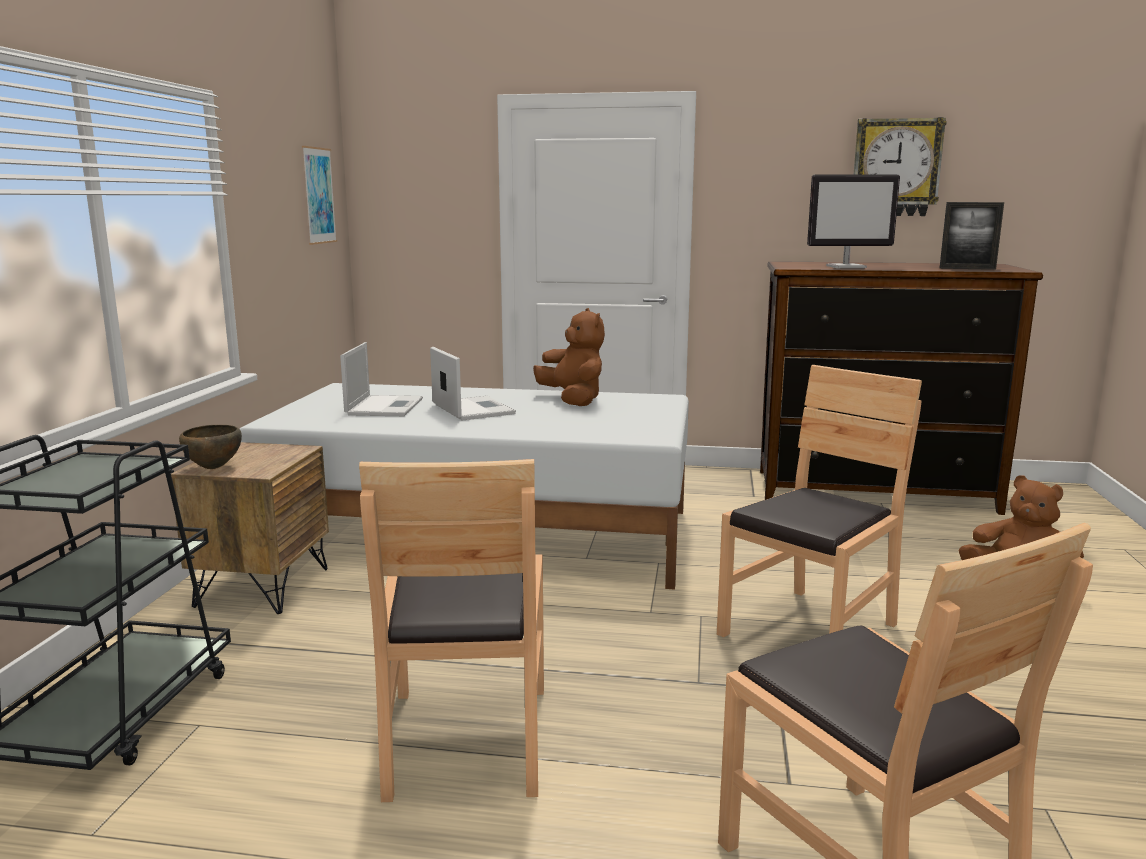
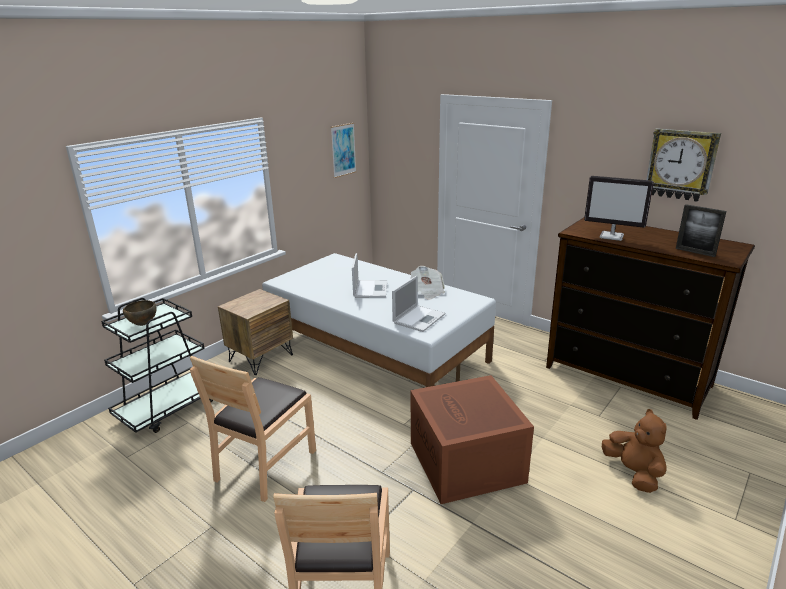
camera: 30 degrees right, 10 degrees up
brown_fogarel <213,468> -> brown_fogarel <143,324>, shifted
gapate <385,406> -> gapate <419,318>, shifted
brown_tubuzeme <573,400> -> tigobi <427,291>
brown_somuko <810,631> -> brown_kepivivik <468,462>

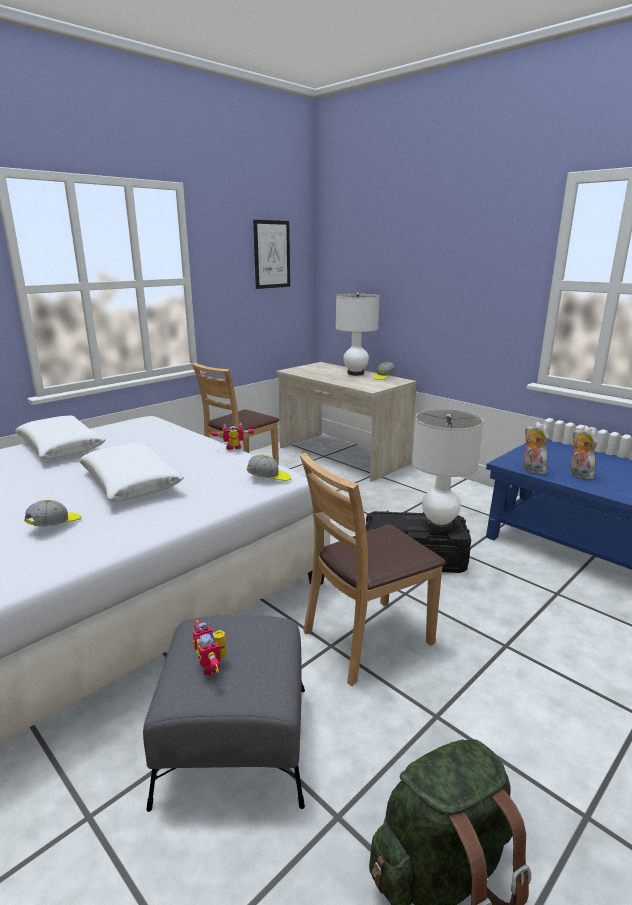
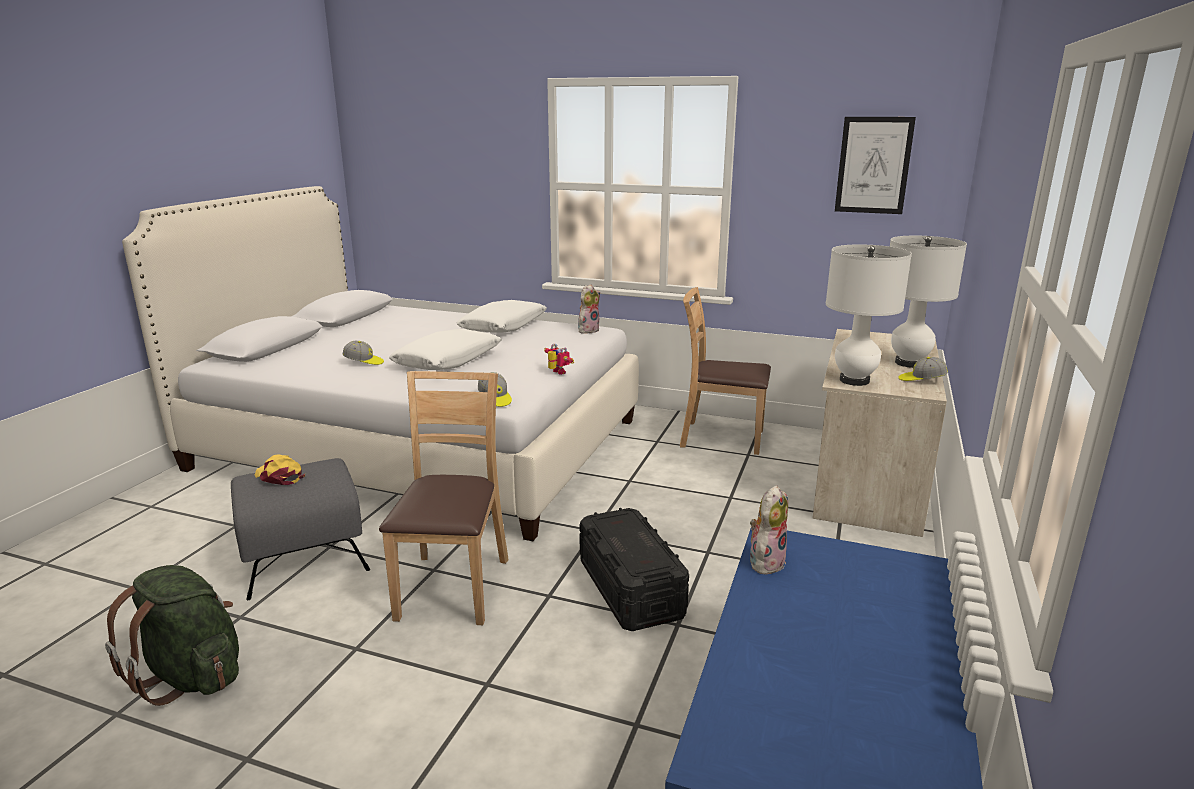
camera: 65 degrees right, 0 degrees up
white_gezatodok <439,524> -> white_gezatodok <854,380>, shifted
tubuzeme <578,475> -> tubuzeme <588,330>, shifted
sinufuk <213,665> -> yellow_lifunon <279,476>
brown_somuko <367,639> -> brown_somuko <453,587>, 60 degrees clockwise

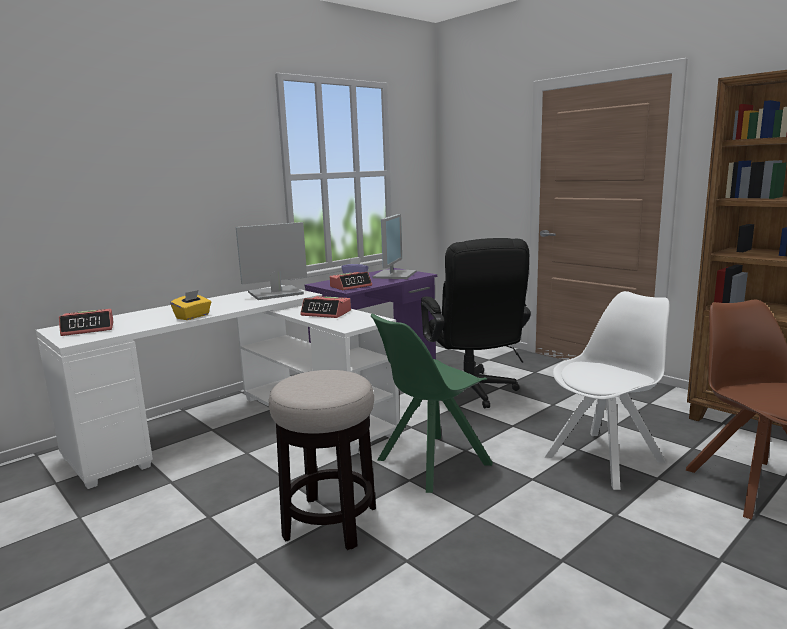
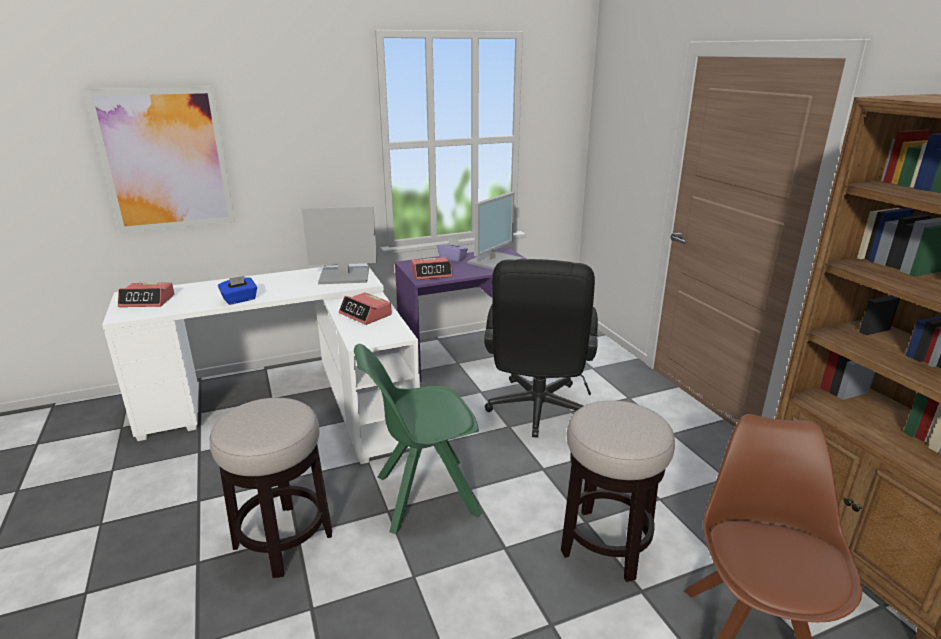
camera: 20 degrees right, 10 degrees up
none -> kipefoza <165,160>
white_somuko <606,458> -> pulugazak <606,544>
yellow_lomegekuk <193,316> -> blue_lomegekuk <240,300>

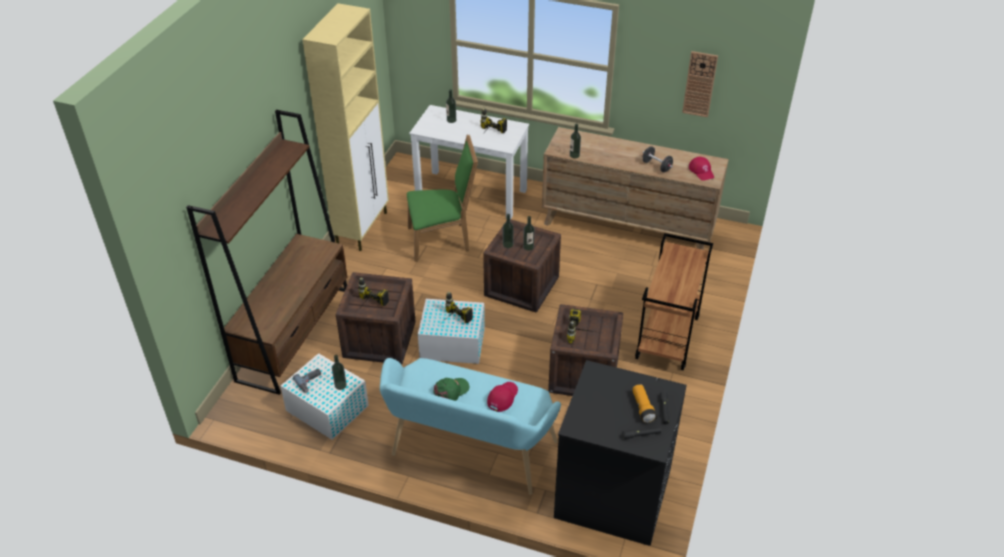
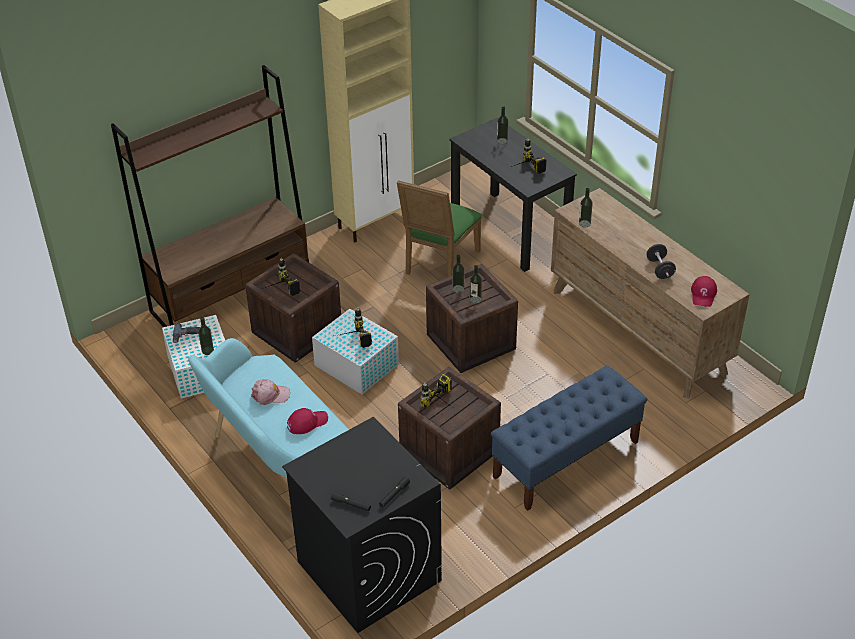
camera: 35 degrees right, 0 degrees up
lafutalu <643,408> -> none
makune <699,84> -> none
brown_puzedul <667,339> -> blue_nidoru <565,460>
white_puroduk <471,194> -> black_puroduk <509,230>
green_lifunon <451,391> -> pink_lifunon <270,395>
green_somuko <442,240> -> green_somuko <438,264>, 90 degrees clockwise

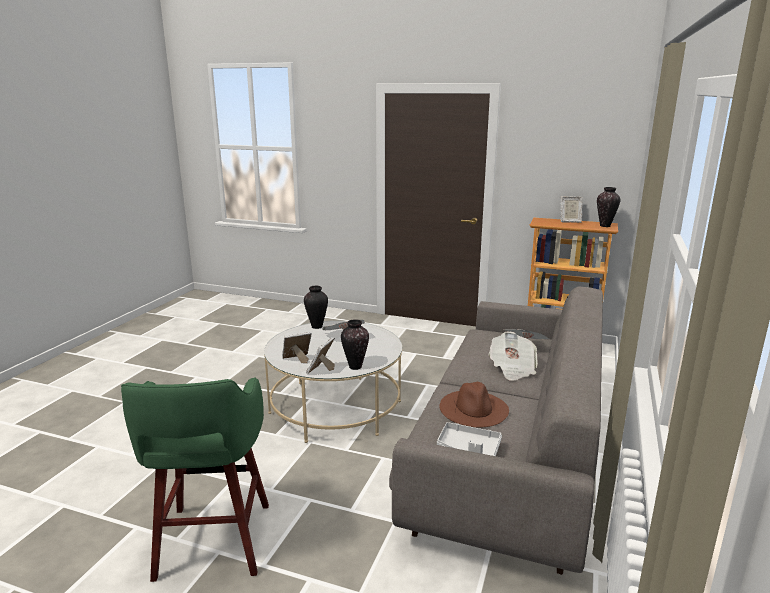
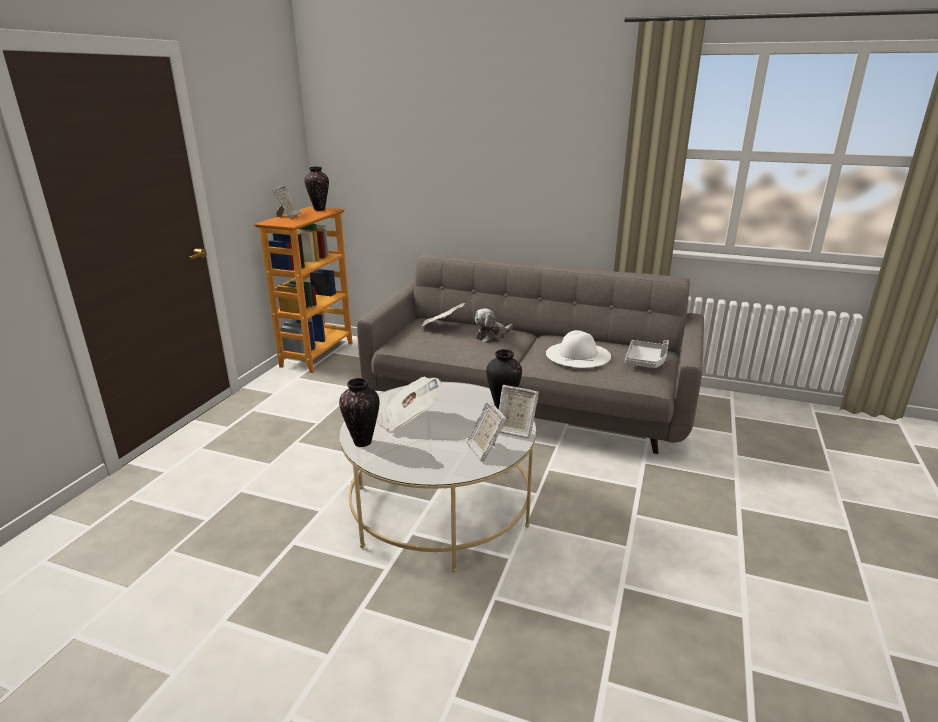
camera: 90 degrees left, 5 degrees up
green_pulugazak <213,544> -> none
tigobi <512,368> -> tubuzeme <492,336>
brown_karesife <474,408> -> white_karesife <578,354>

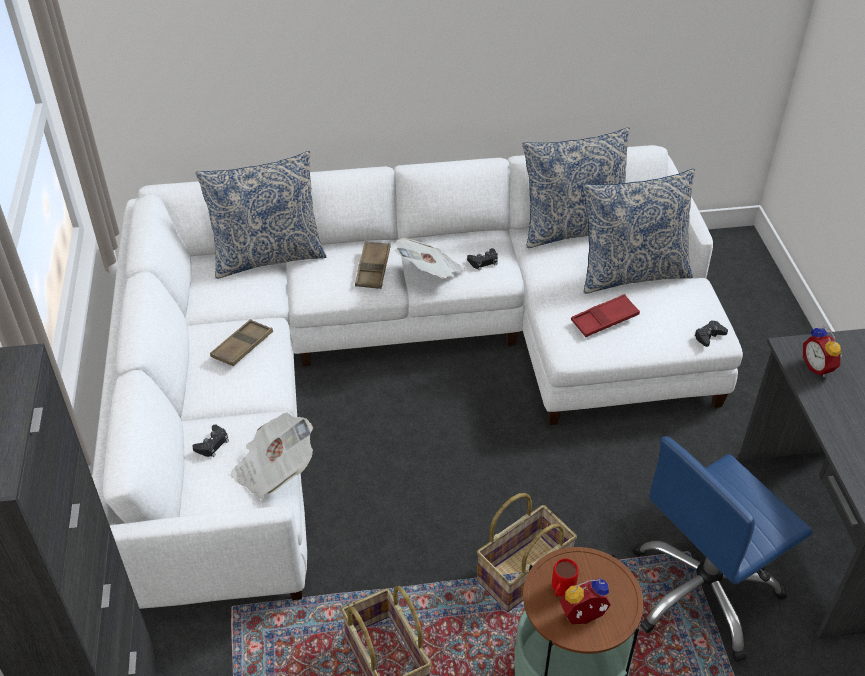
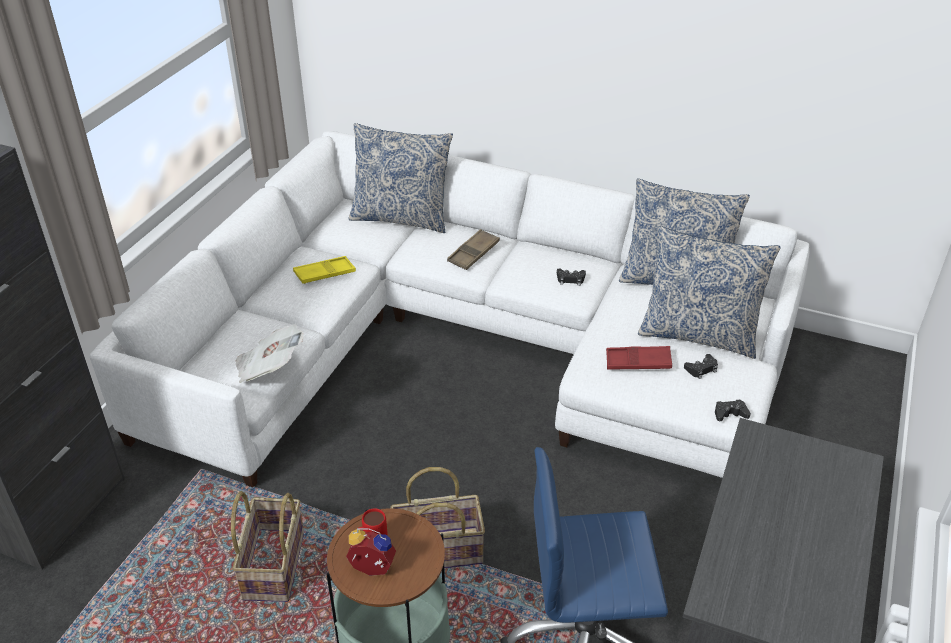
camera: 30 degrees right, 5 degrees down
tigobi <430,273> -> none
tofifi <819,367> -> none
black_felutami <212,444> -> black_felutami <701,369>, shifted
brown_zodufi <242,346> -> yellow_zodufi <325,273>

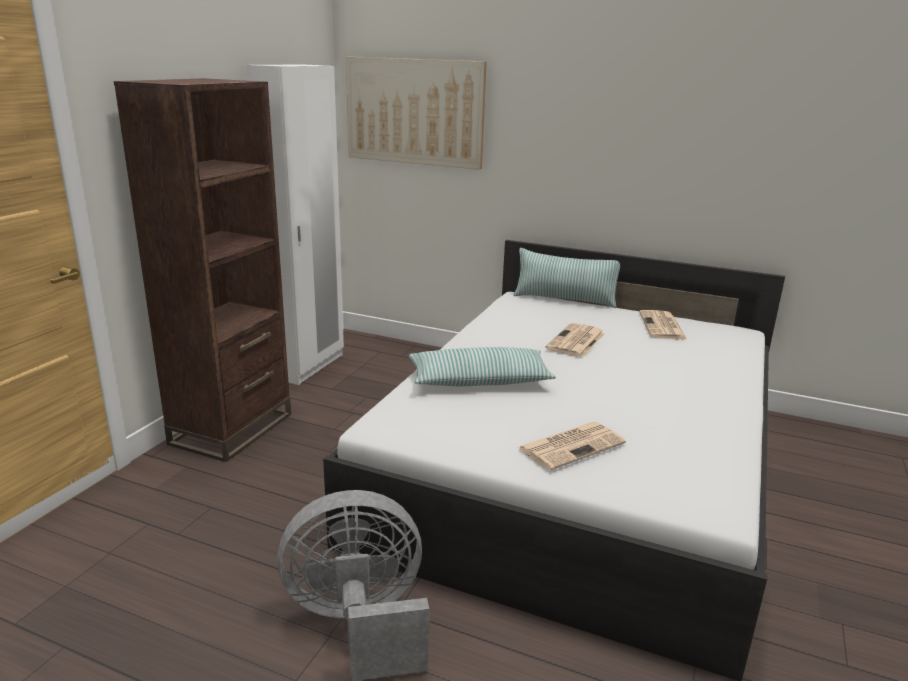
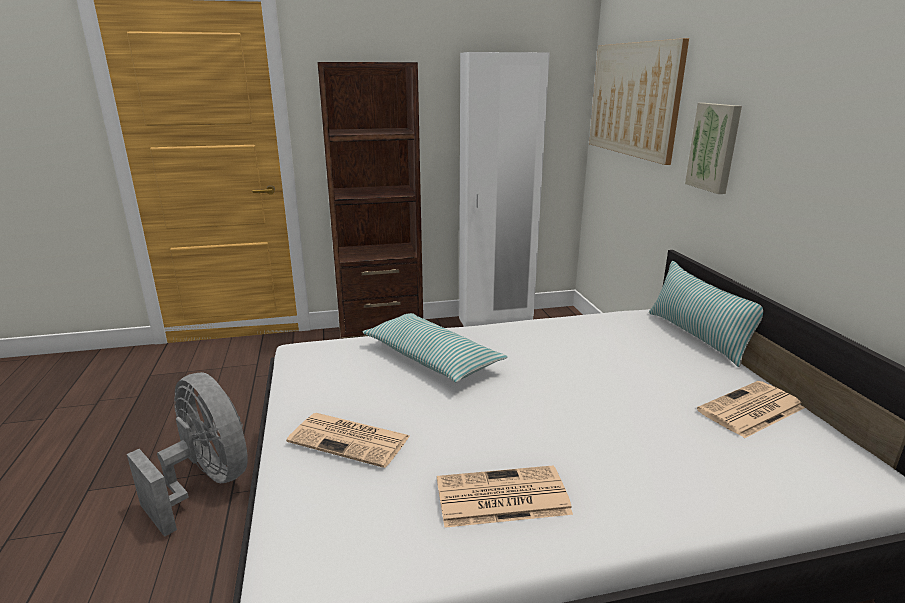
camera: 55 degrees right, 0 degrees up
none -> kipefoza <715,147>
tigobi <576,341> -> tigobi <500,497>, shifted

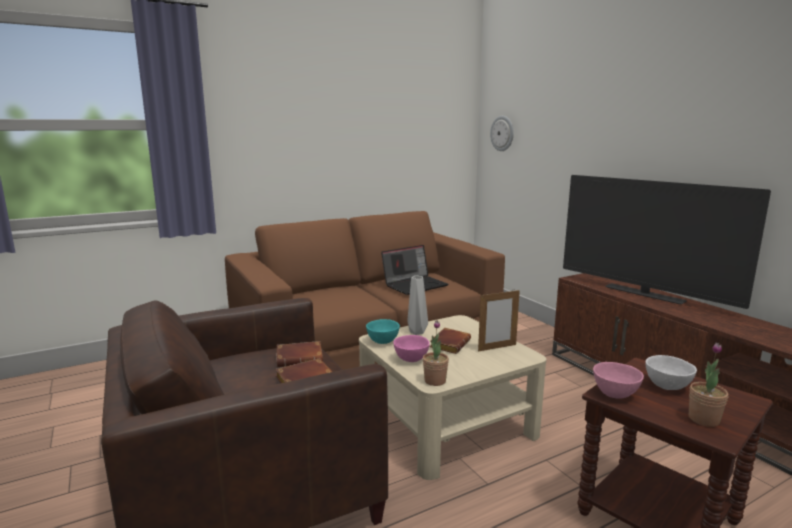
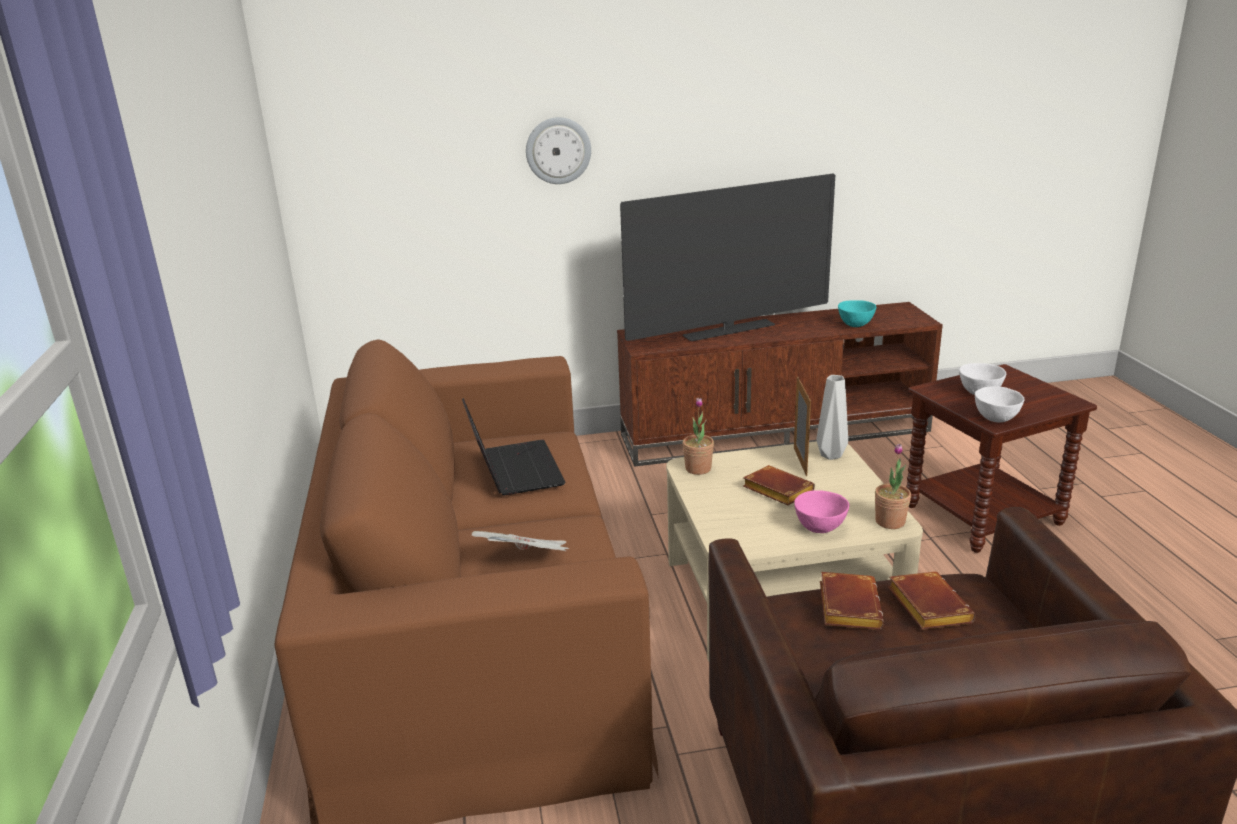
camera: 70 degrees left, 10 degrees up
none -> tigobi <527,562>
turquoise_fogarel <383,342> -> turquoise_fogarel <856,325>, shifted
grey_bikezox <416,332> -> grey_bikezox <831,456>, shifted
makune <502,133> -> makune <558,150>, shifted
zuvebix <703,419> -> zuvebix <698,469>, shifted
pink_fogarel <616,394> -> white_fogarel <996,418>

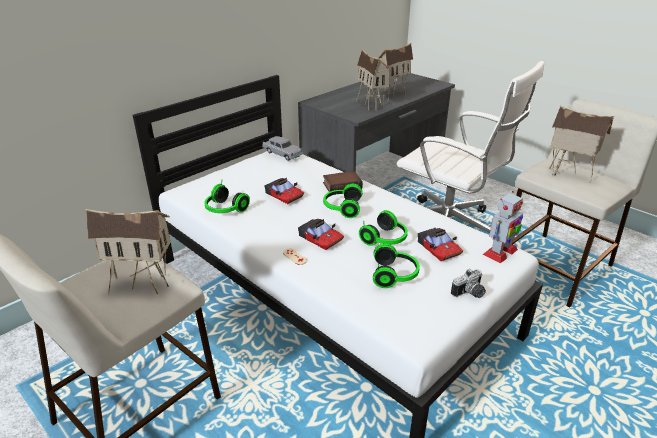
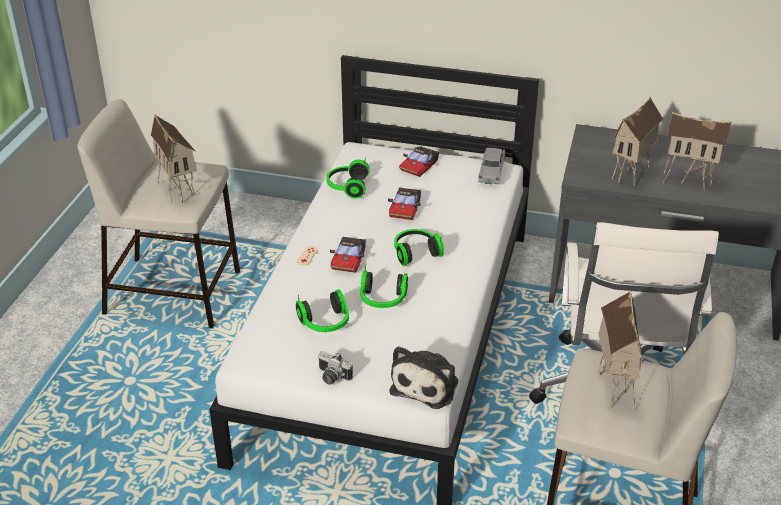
camera: 60 degrees right, 5 degrees up
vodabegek <342,185> -> none
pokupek <438,248> -> pokupek <419,166>, shifted
sinufuk <500,252> -> tubuzeme <427,384>

